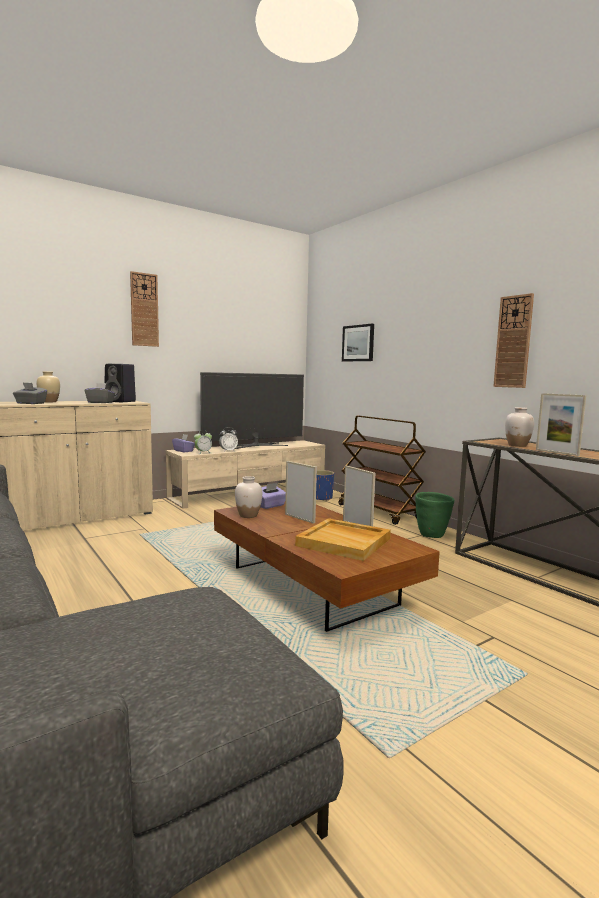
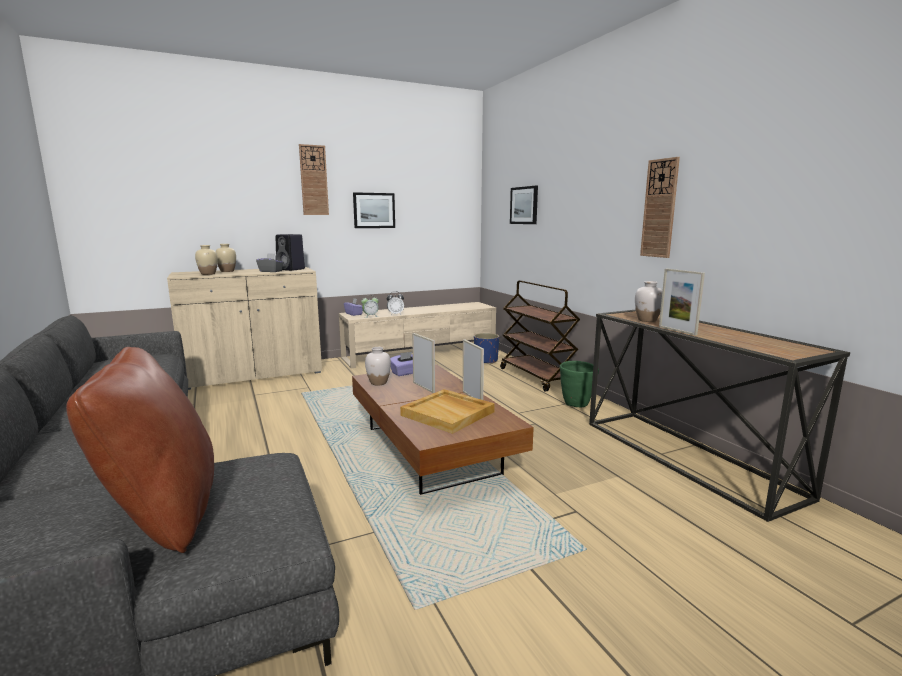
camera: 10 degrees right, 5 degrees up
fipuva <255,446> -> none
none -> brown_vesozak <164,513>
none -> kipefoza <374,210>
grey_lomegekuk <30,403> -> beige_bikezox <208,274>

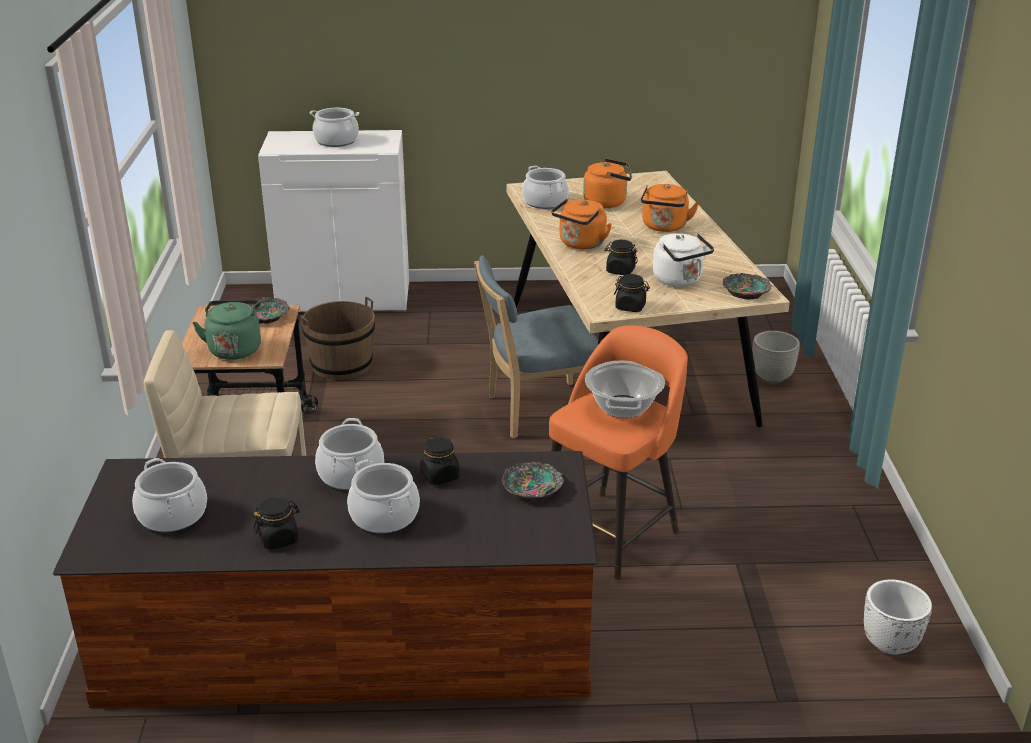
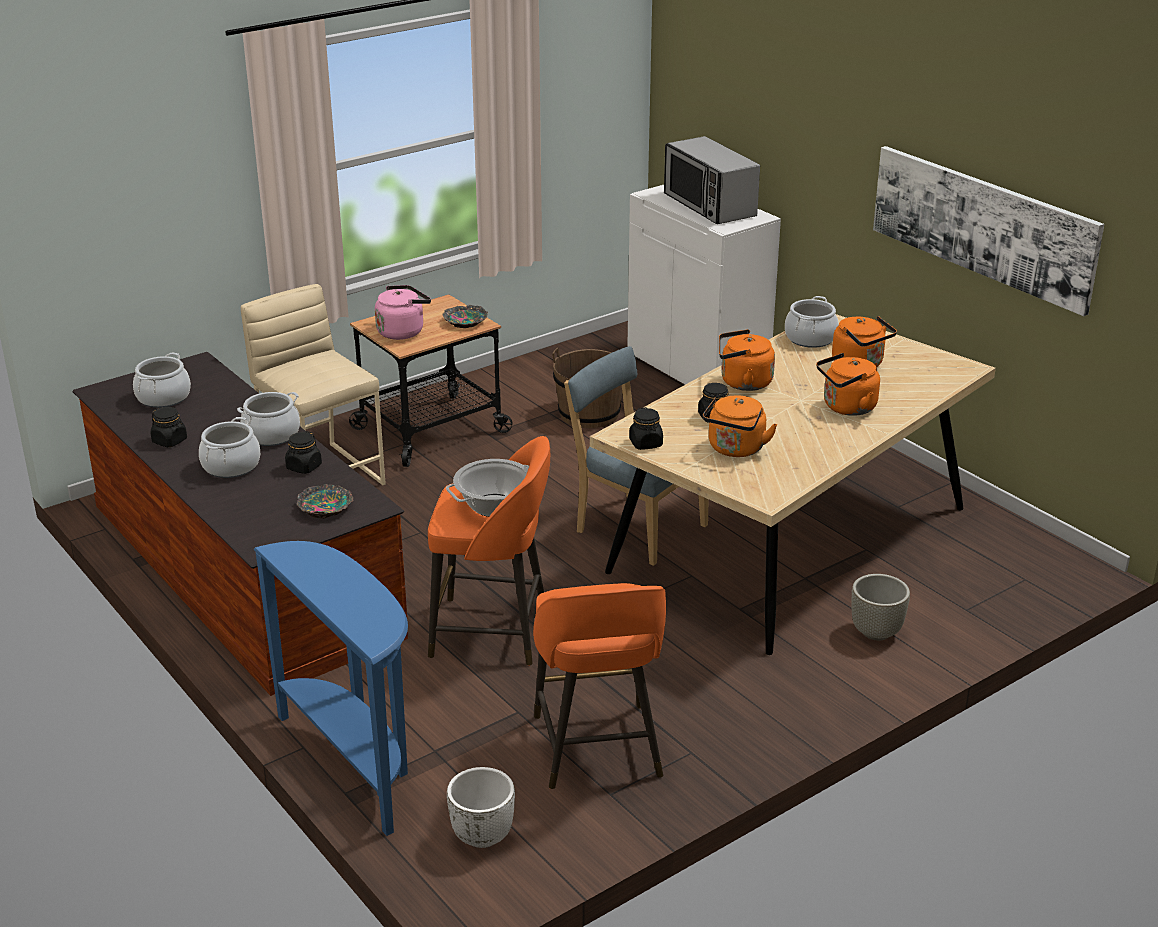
camera: 55 degrees right, 0 degrees up
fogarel <747,291> -> none
none -> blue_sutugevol <355,761>
none -> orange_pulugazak <597,749>
none -> kipefoza <982,226>
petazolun <336,141> -> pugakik <709,206>
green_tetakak <235,348> -> pink_tetakak <402,331>
white_tetakak <679,280> -> orange_tetakak <735,449>

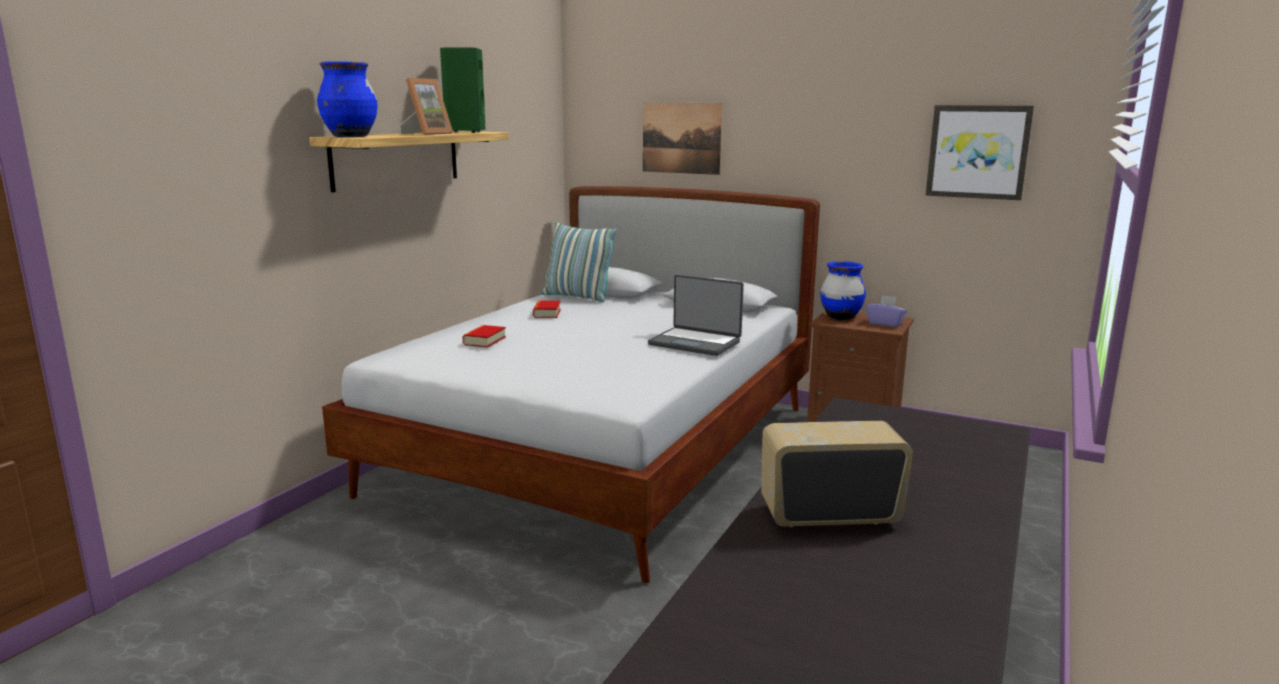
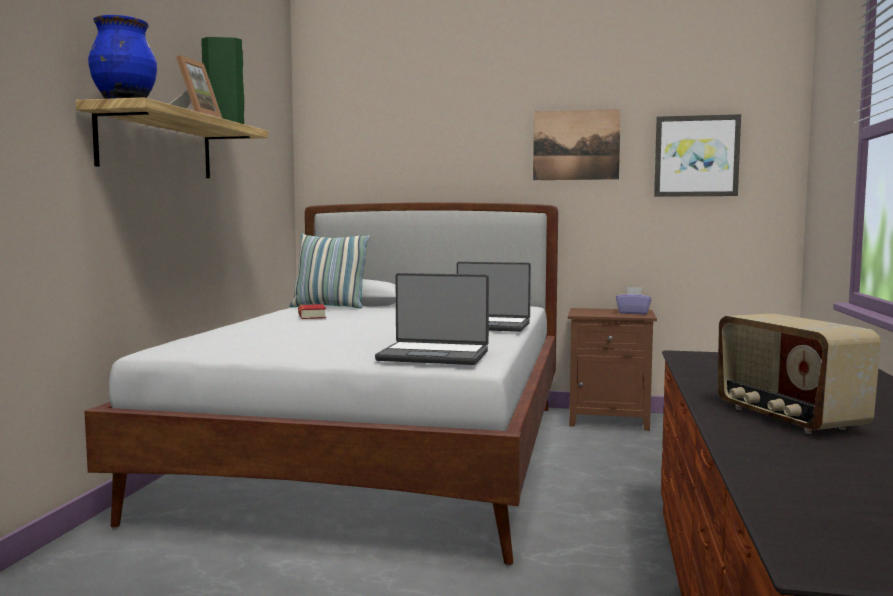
camera: 15 degrees left, 10 degrees down
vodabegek <484,341> -> none
blue_bikezox <840,317> -> none
none -> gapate <434,355>
kipefoza <681,138> -> kipefoza <576,145>, shifted
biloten <829,515> -> biloten <787,418>, 90 degrees counterclockwise

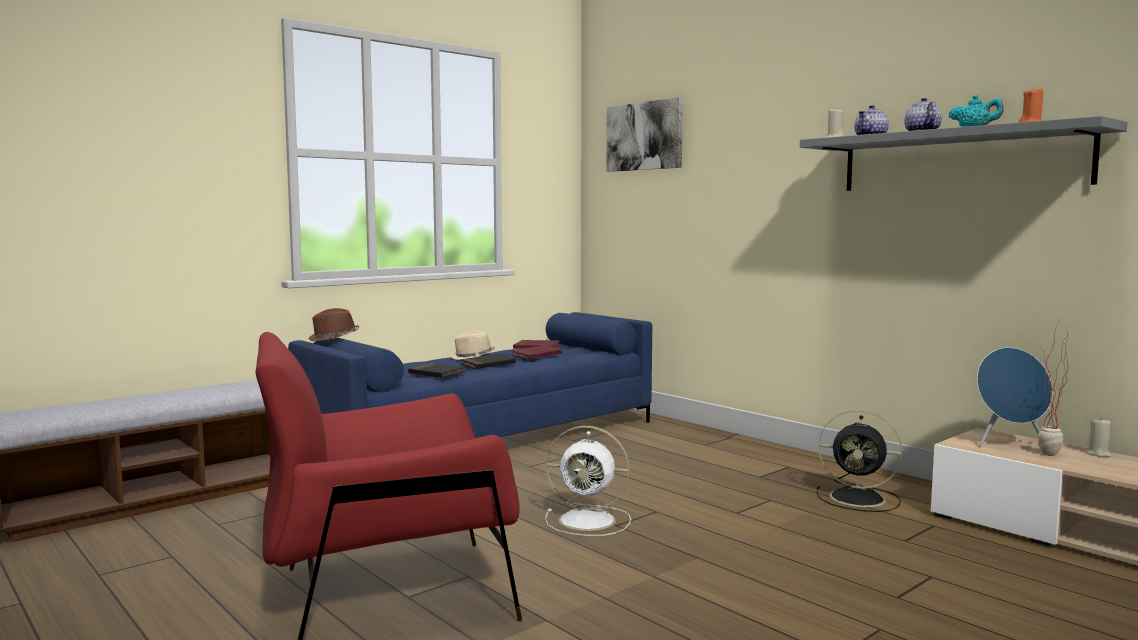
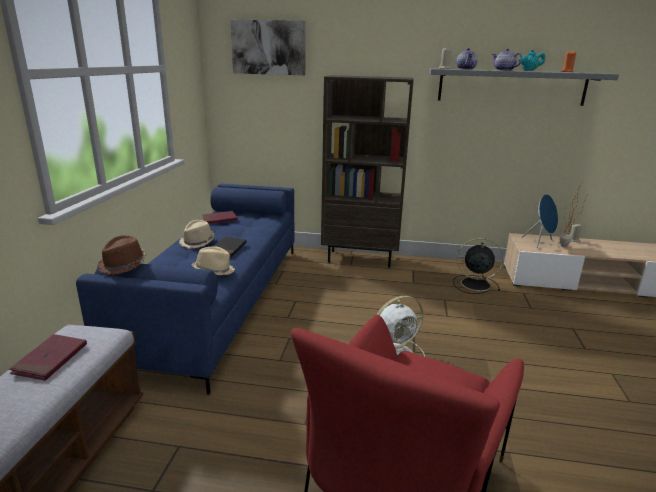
camera: 40 degrees left, 15 degrees up
none -> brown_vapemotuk <360,258>
red_vodabegek <536,355> -> red_vodabegek <50,359>, shifted
black_vodabegek <437,373> -> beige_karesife <214,271>
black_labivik <860,498> -> black_labivik <474,284>, 150 degrees counterclockwise

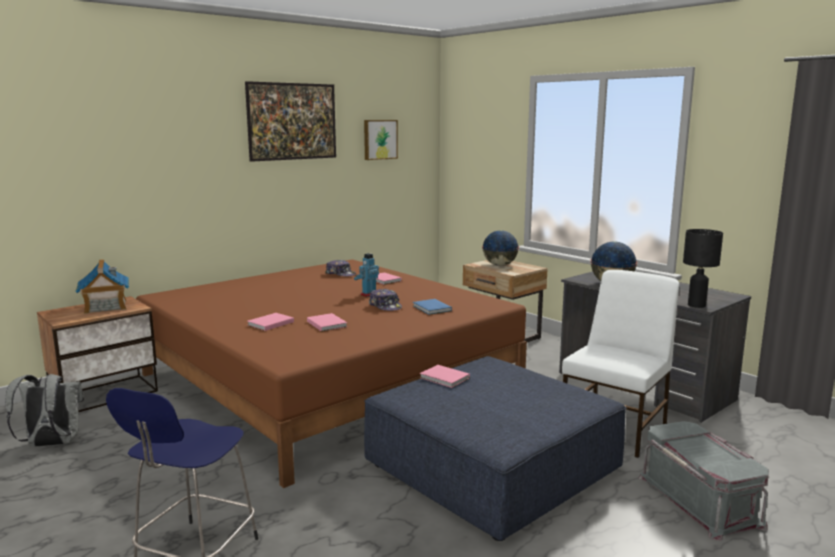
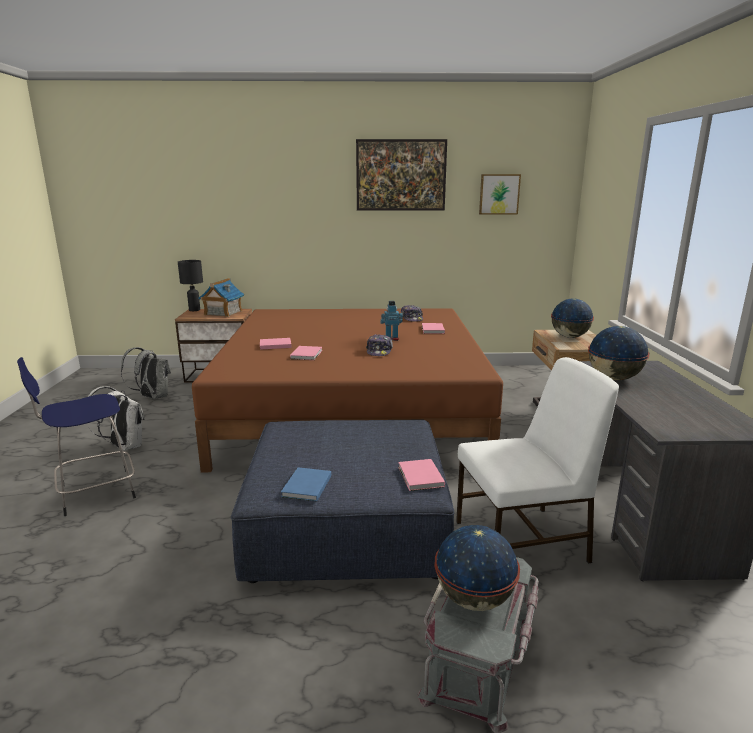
camera: 40 degrees right, 5 degrees up
none -> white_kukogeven <124,447>
none -> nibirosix <473,599>
blue_vodabegek <431,309> -> blue_vodabegek <305,487>, shifted
pink_vodabegek <445,378> -> pink_vodabegek <420,477>, shifted
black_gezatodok <696,305> -> black_gezatodok <195,310>, shifted

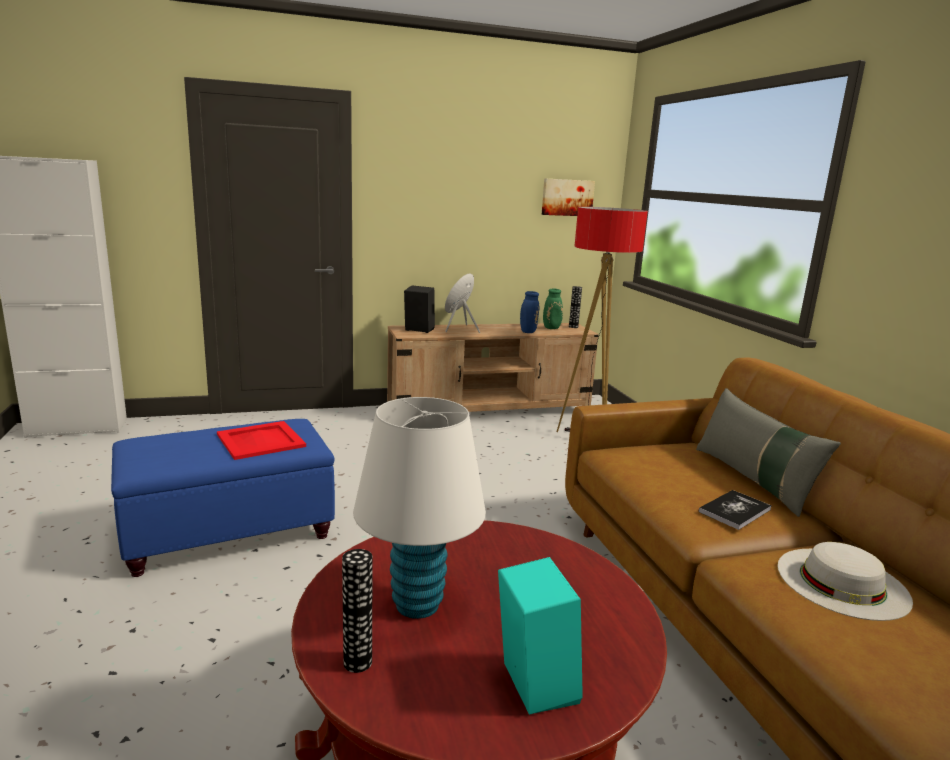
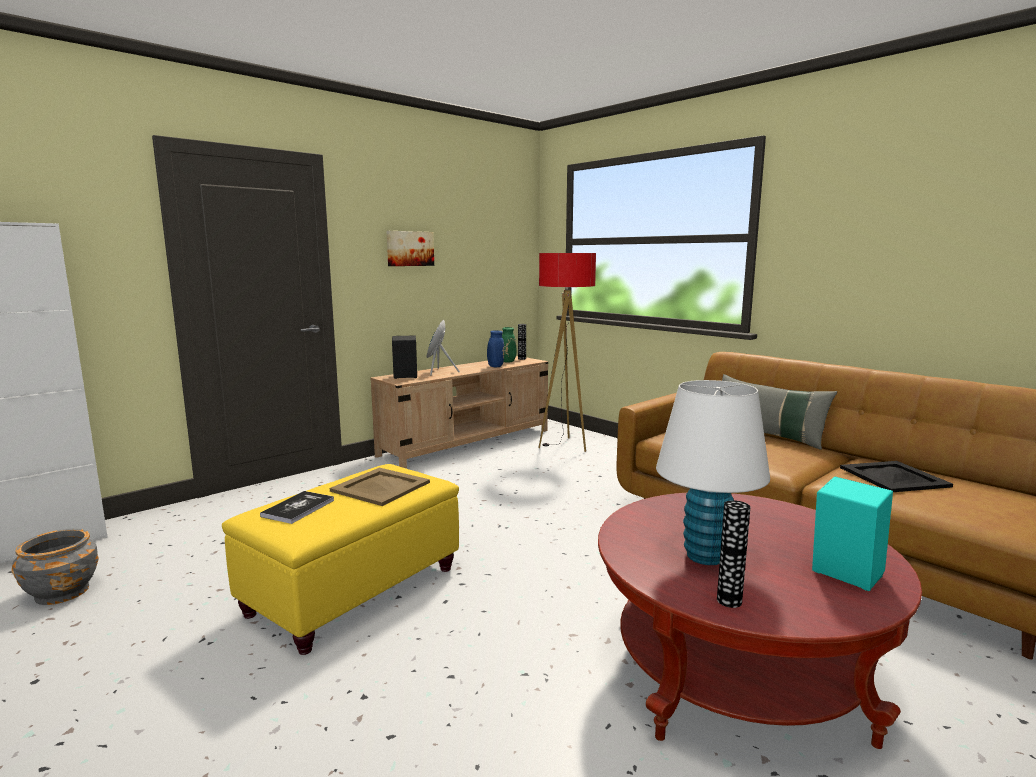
camera: 25 degrees left, 5 degrees down
none -> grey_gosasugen <62,592>
kipefoza <567,197> -> kipefoza <409,248>, shifted
vodabegek <734,511> -> vodabegek <298,508>, shifted
white_karesife <842,582> -> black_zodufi <894,477>
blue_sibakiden <230,532> -> yellow_sibakiden <355,590>
red_zodufi <260,440> -> beige_zodufi <379,487>

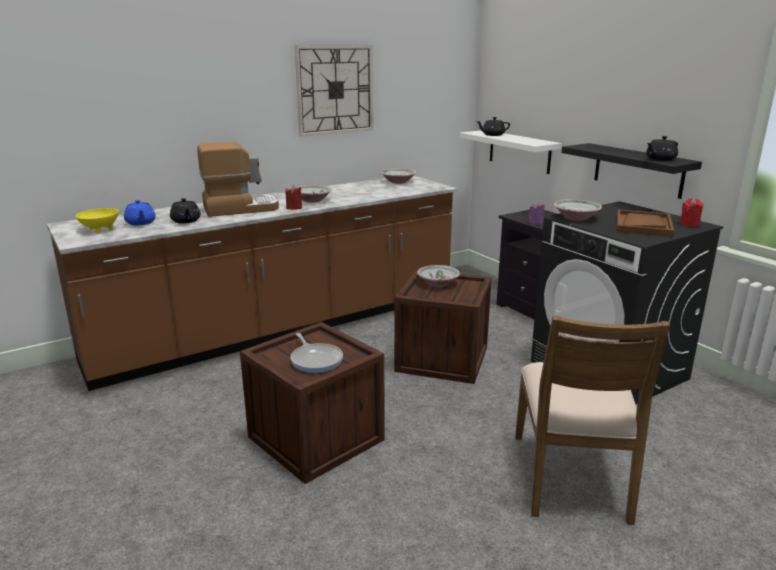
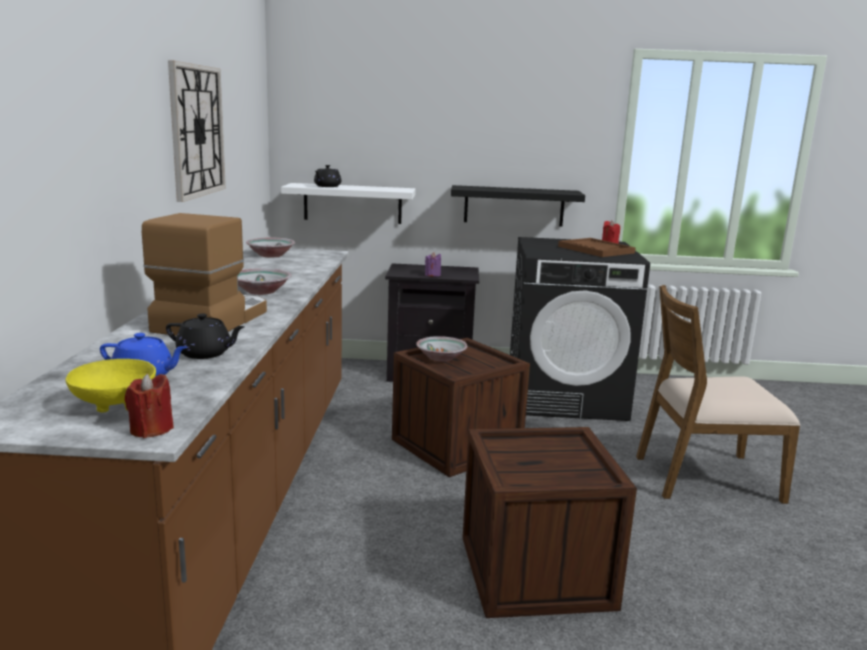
camera: 55 degrees left, 5 degrees down
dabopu <316,360> -> none
fogarel <575,217> -> none
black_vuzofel <660,159> -> none
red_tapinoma <294,208> -> red_tapinoma <151,429>, shifted
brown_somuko <572,477> -> brown_somuko <705,477>, 135 degrees clockwise

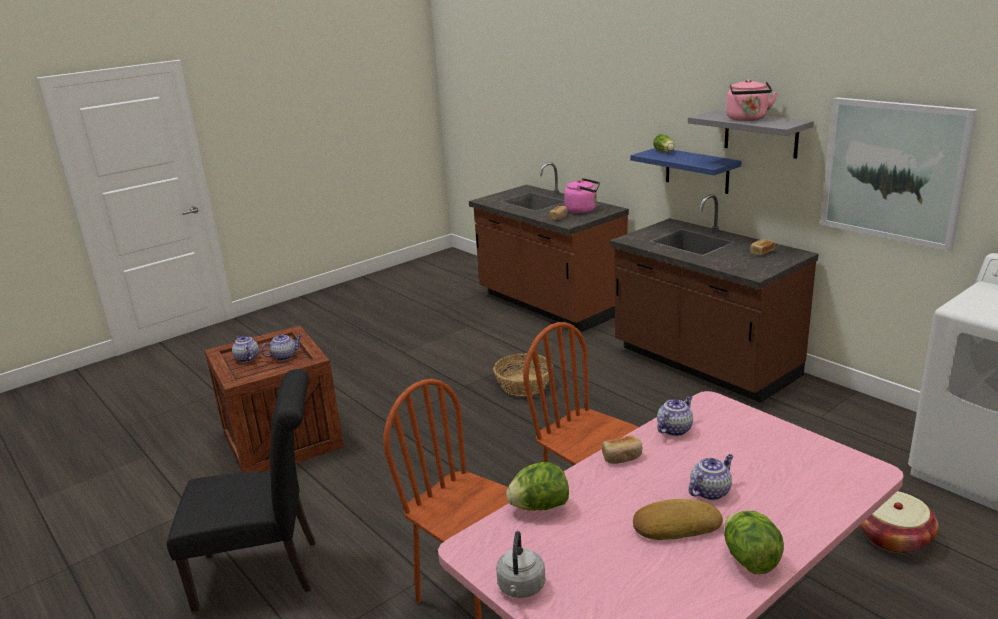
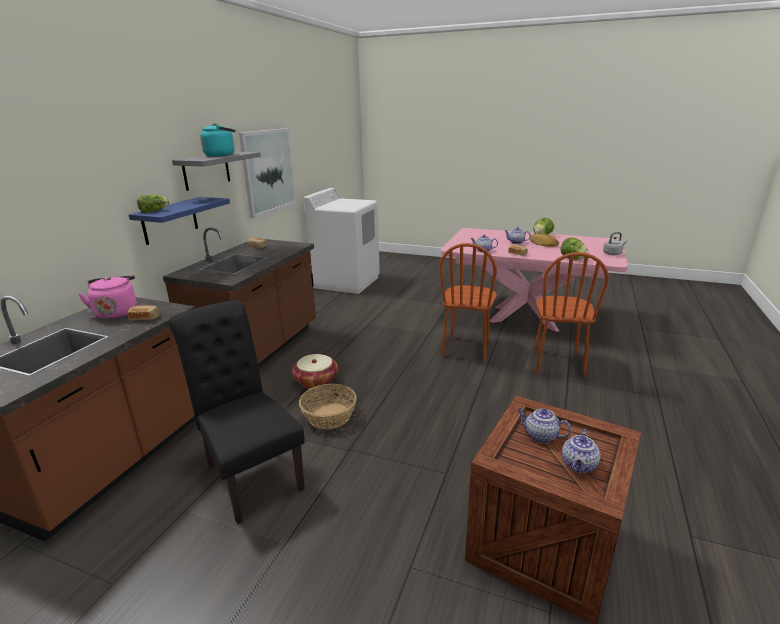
camera: 120 degrees left, 0 degrees up
black_somuko <266,572> -> black_somuko <250,474>, shifted
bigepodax <892,537> -> bigepodax <316,381>, shifted
pink_tetakak <747,119> -> turquoise_tetakak <222,155>

